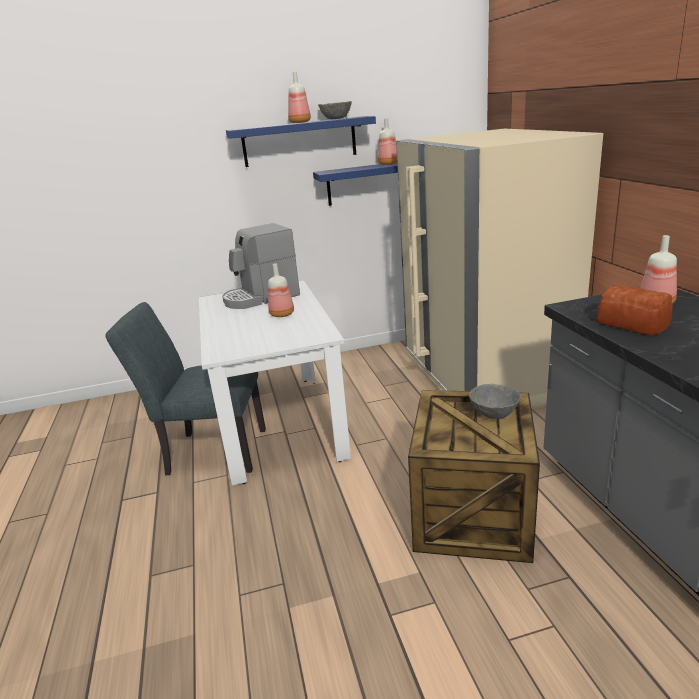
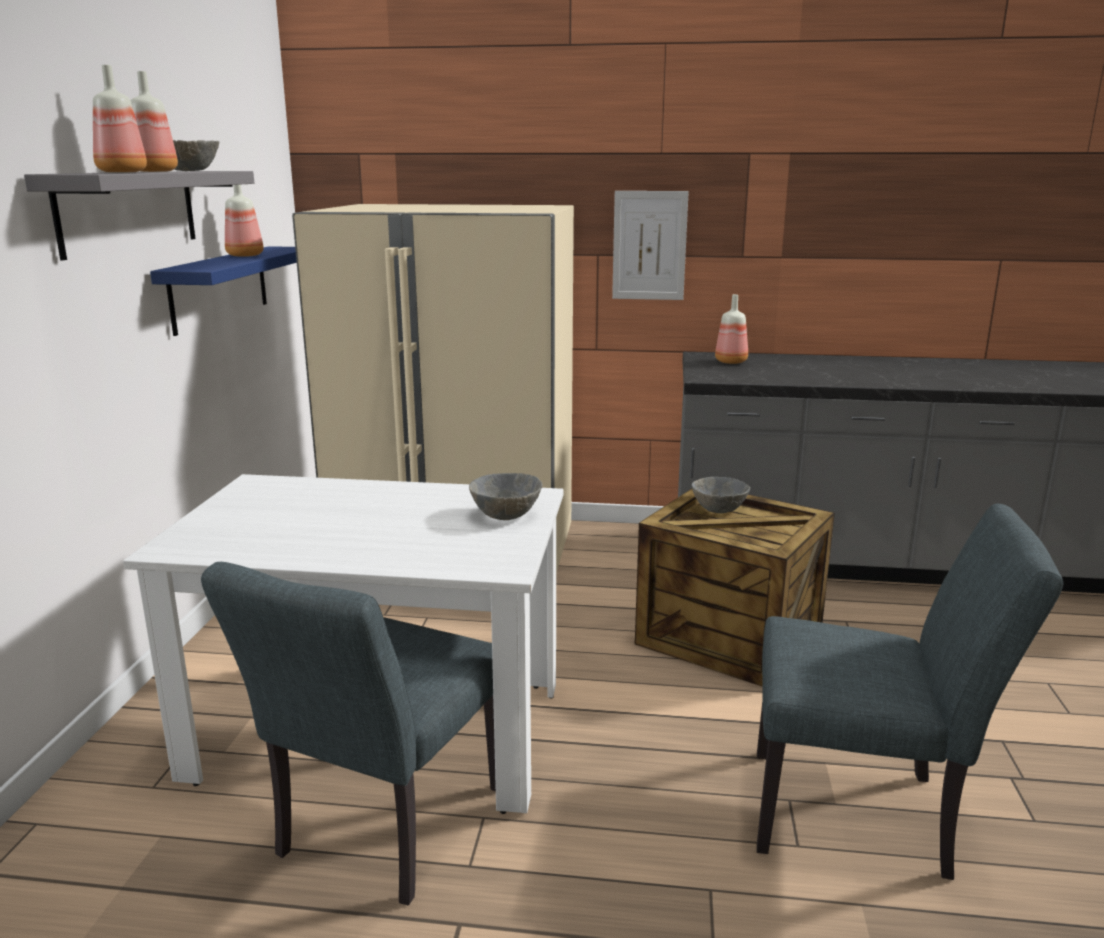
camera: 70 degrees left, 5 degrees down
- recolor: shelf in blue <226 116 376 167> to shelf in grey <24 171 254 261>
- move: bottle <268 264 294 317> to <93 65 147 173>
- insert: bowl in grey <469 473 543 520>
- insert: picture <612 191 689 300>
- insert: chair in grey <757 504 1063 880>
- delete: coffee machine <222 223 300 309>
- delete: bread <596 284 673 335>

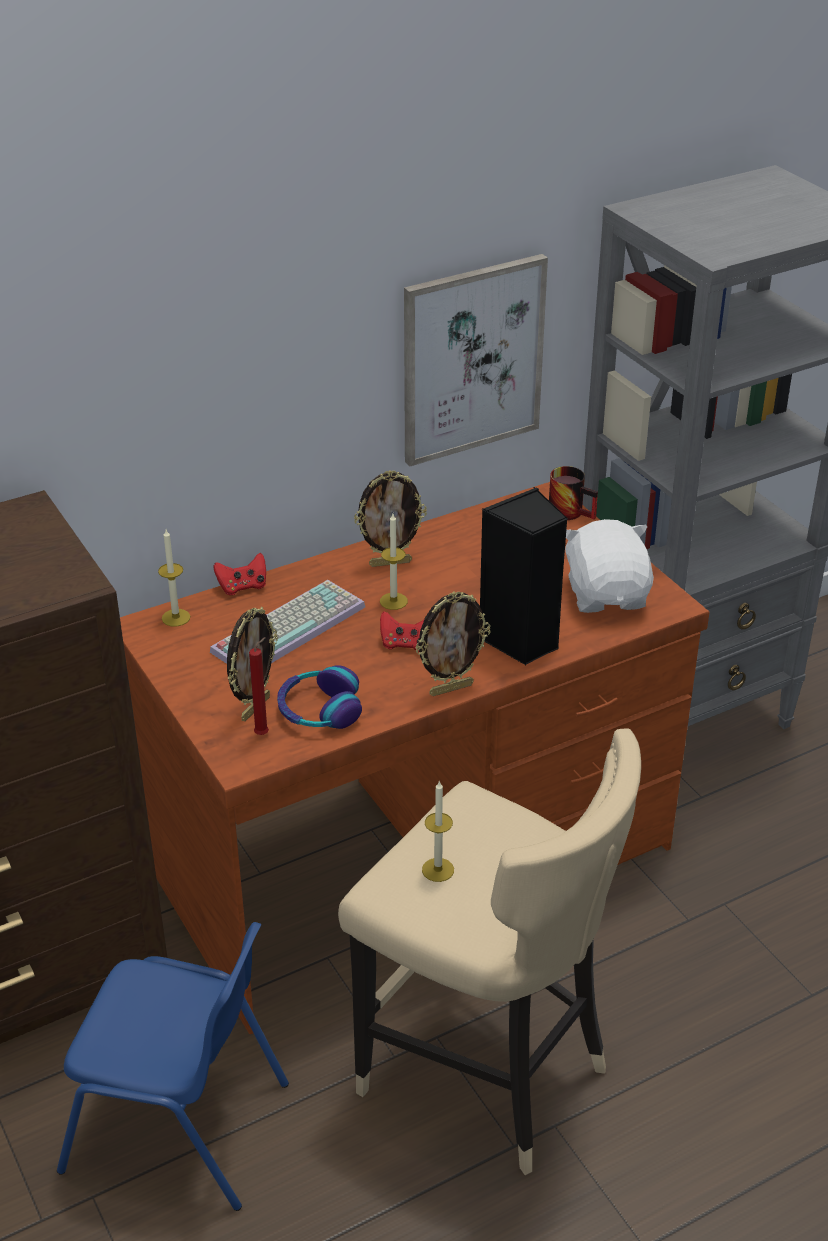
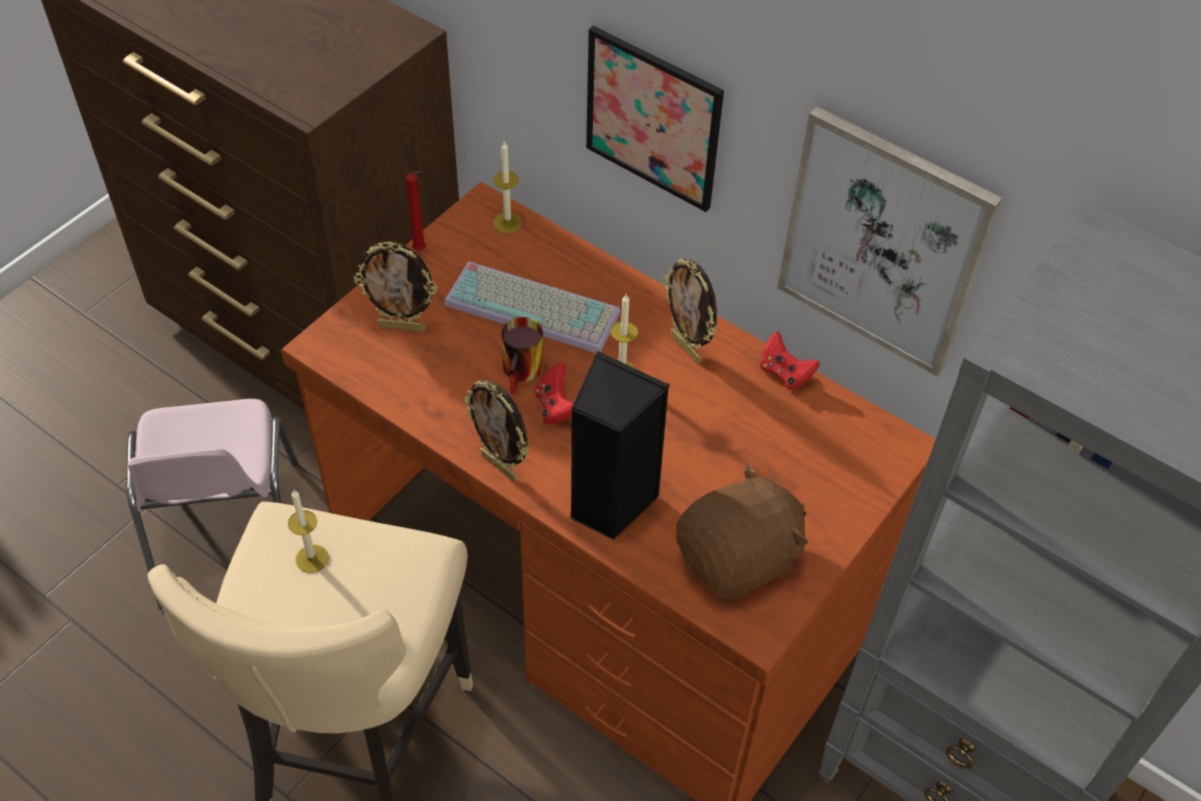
camera: 65 degrees right, 15 degrees up
- recolor: chair in blue <57 922 289 1211> to chair in pink <126 399 298 610>
- move: candle in red <249 637 269 735> to <406 171 426 251>
- move: mug <549 466 598 520> to <501 317 544 394>
- insert: picture <586 25 724 212>
- recolor: plush toy in white <565 519 654 613> to plush toy in brown <676 463 808 601>
- move: game controller in red <213 553 266 595> to <760 332 819 390>
- delete: headphones <277 665 362 729>

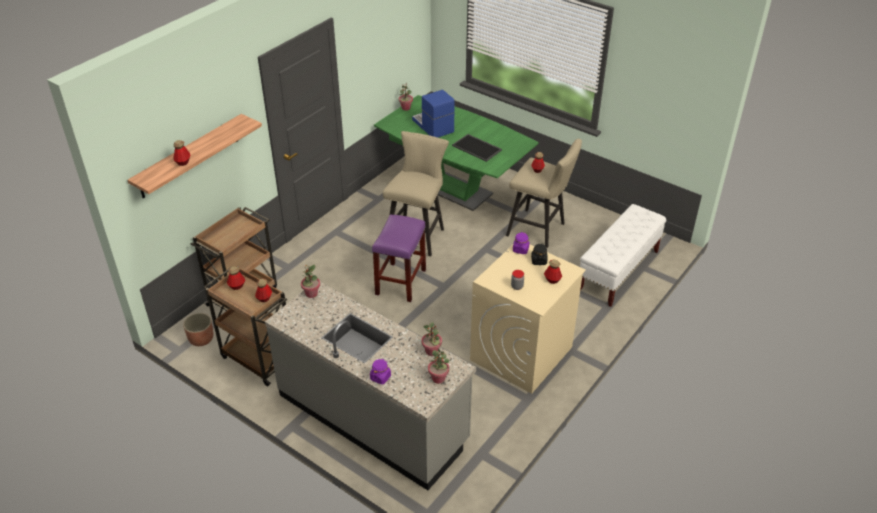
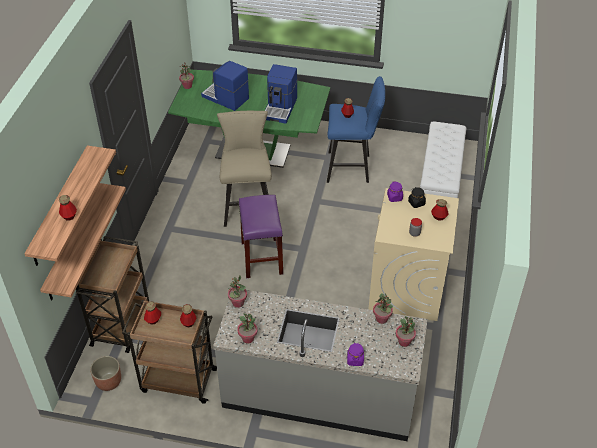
camera: 25 degrees left, 5 degrees up
- insert: shelf <40 183 126 300>
- insert: potted plant <237 313 258 344>
- replace: tray <452 134 502 162> to coffee machine <265 64 298 124>
- recolor: stool in beige <506 139 582 248> to stool in blue <327 76 385 183>

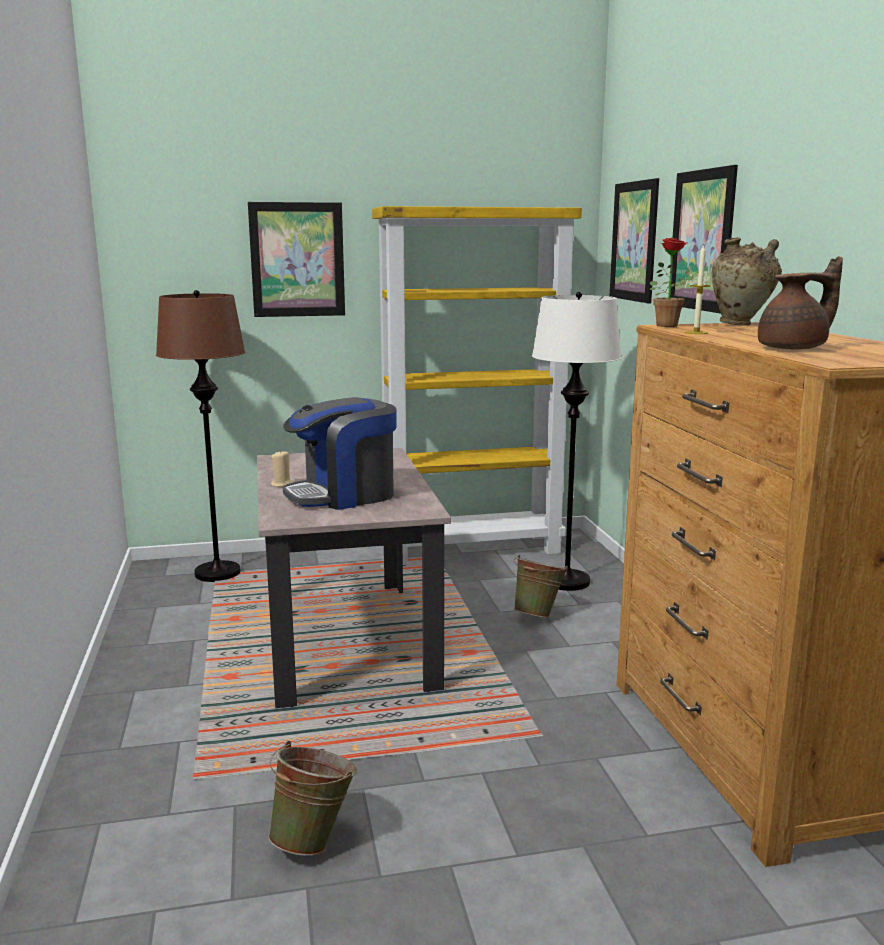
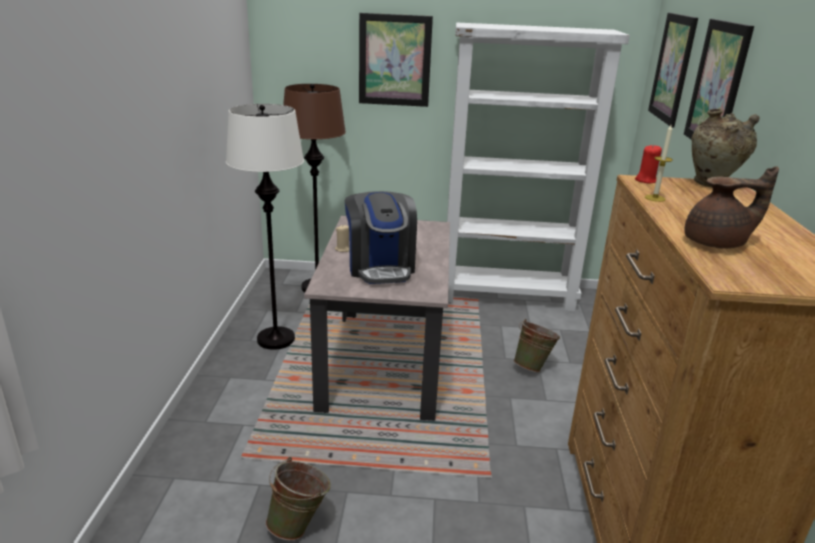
camera: 15 degrees right, 10 degrees up
- move: floor lamp in white <532 292 622 591> to <226 104 304 350>
- rotate: coffee machine <283 397 397 510> = <345 191 417 284> 90 degrees counterclockwise
- recolor: bookcase in yellow <372 206 582 565> to bookcase in white <447 23 630 311>
- replace: potted plant <649 238 707 327> to candle in red <635 144 662 183>

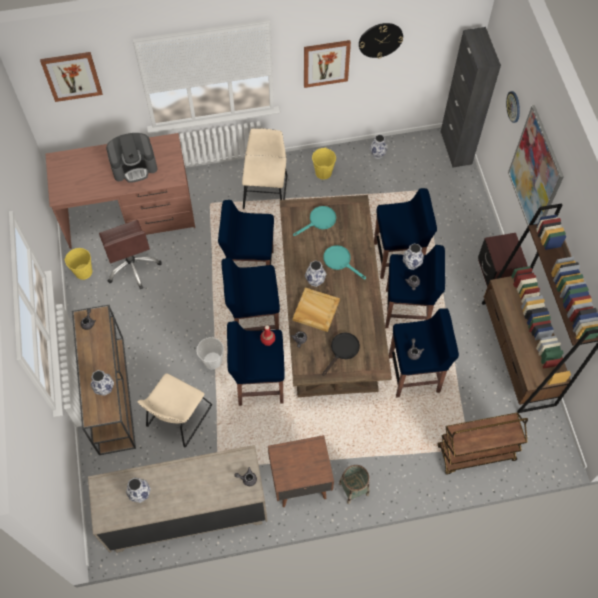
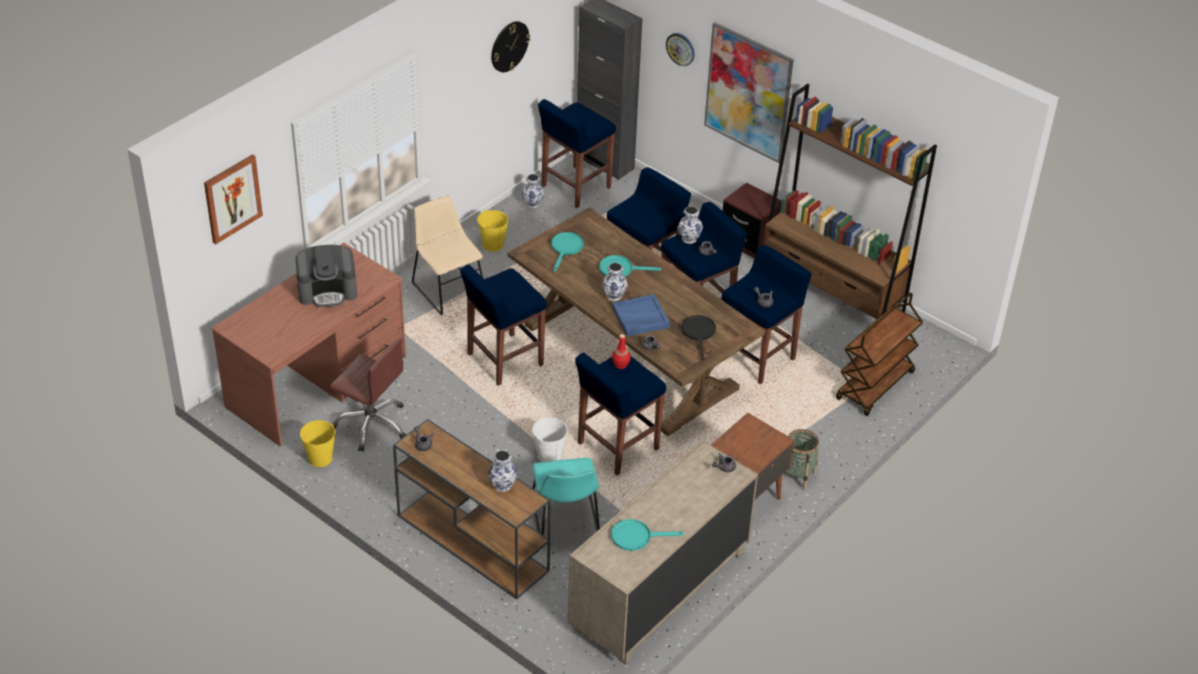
camera: 40 degrees left, 20 degrees down
- rotate: coffee machine <106 133 157 183> = <296 244 357 307> 45 degrees clockwise
- recolor: chair in beige <137 373 212 447> to chair in turquoise <532 458 600 535>
- move: stool in blue <222 258 280 331> to <538 99 616 208>
- replace: vase <126 477 151 503> to frying pan in turquoise <611 519 684 551>
- recolor: tray in beige <293 287 340 332> to tray in blue <612 294 670 336>
- delete: picture <304 40 351 88>

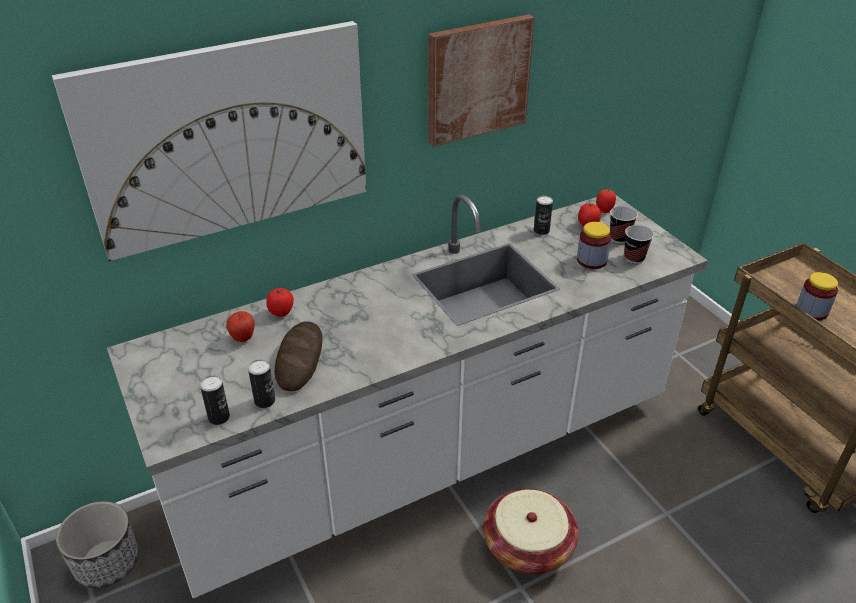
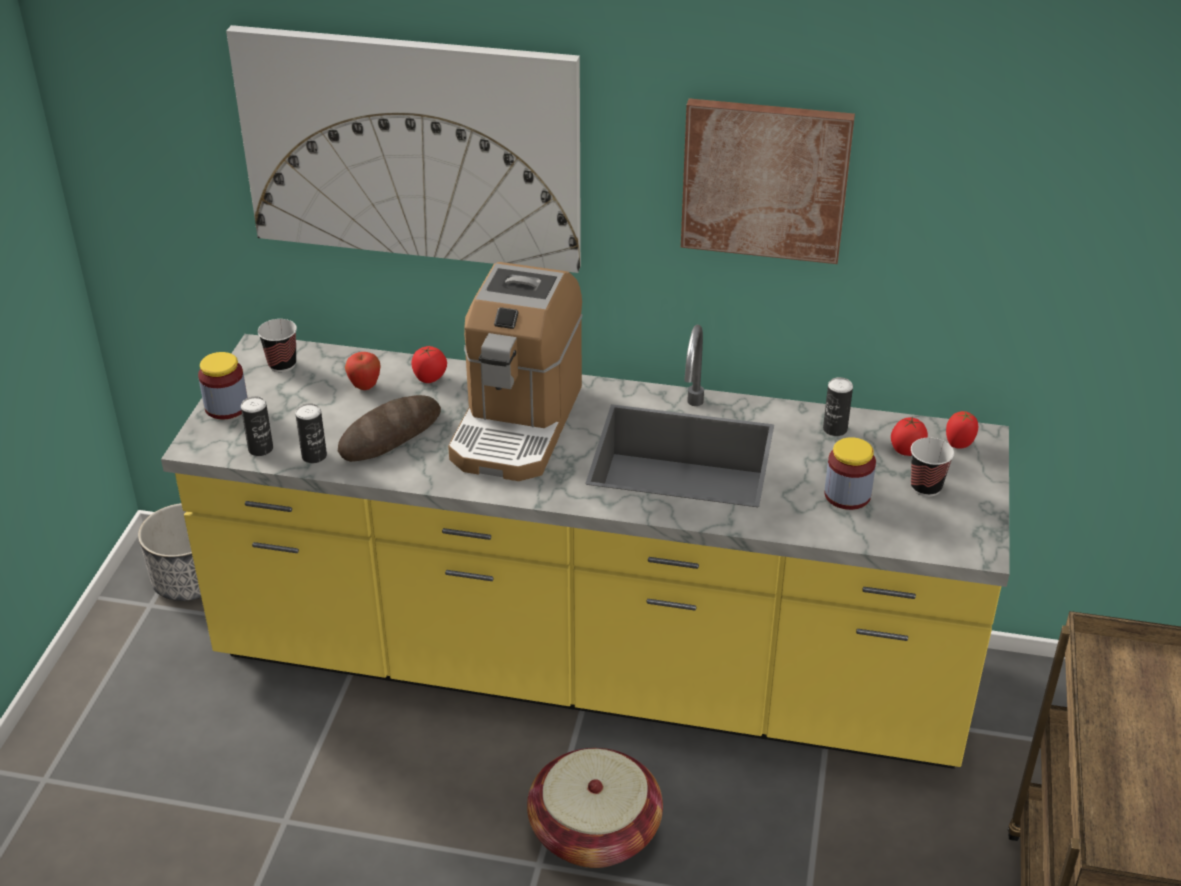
camera: 40 degrees right, 0 degrees up
- recolor: counter in white <107 194 708 598> to counter in yellow <161 325 1010 769>
- move: jar <796 272 838 320> to <198 352 248 419>
- move: cup <624 225 654 264> to <258 319 297 372>
- insert: coffee machine <448 262 583 481>

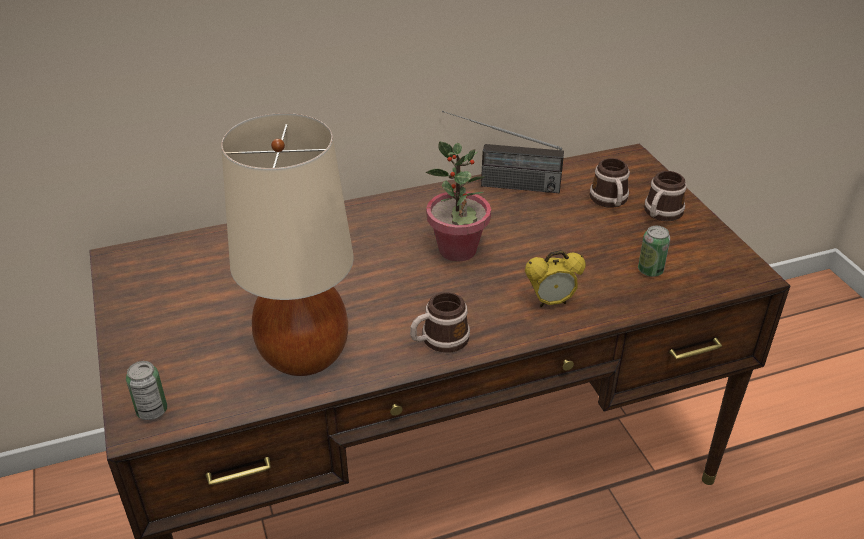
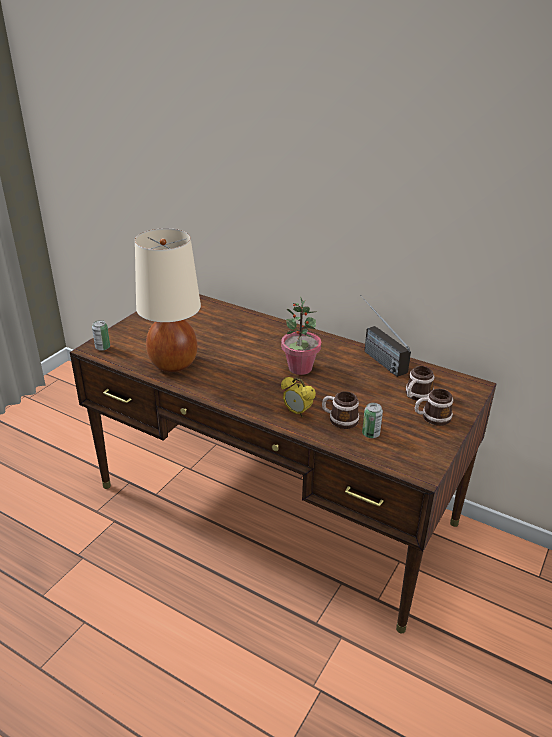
camera: 50 degrees right, 5 degrees down
- move: mug <410 292 470 353> to <322 391 359 429>

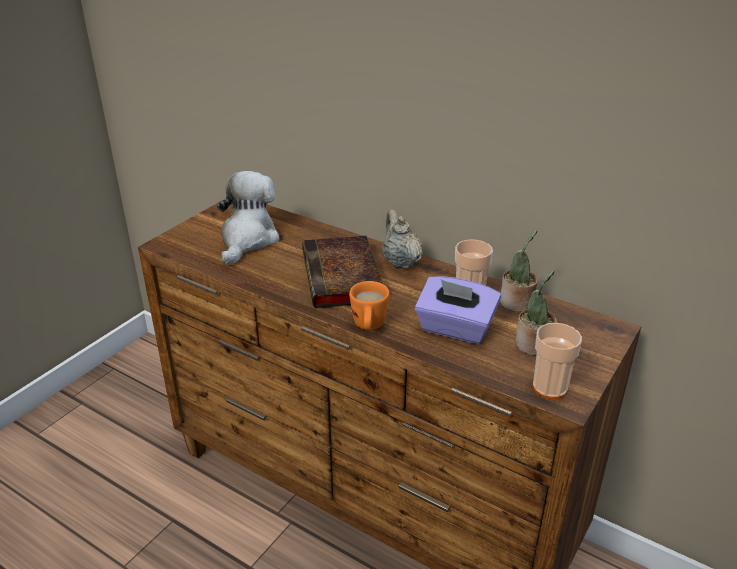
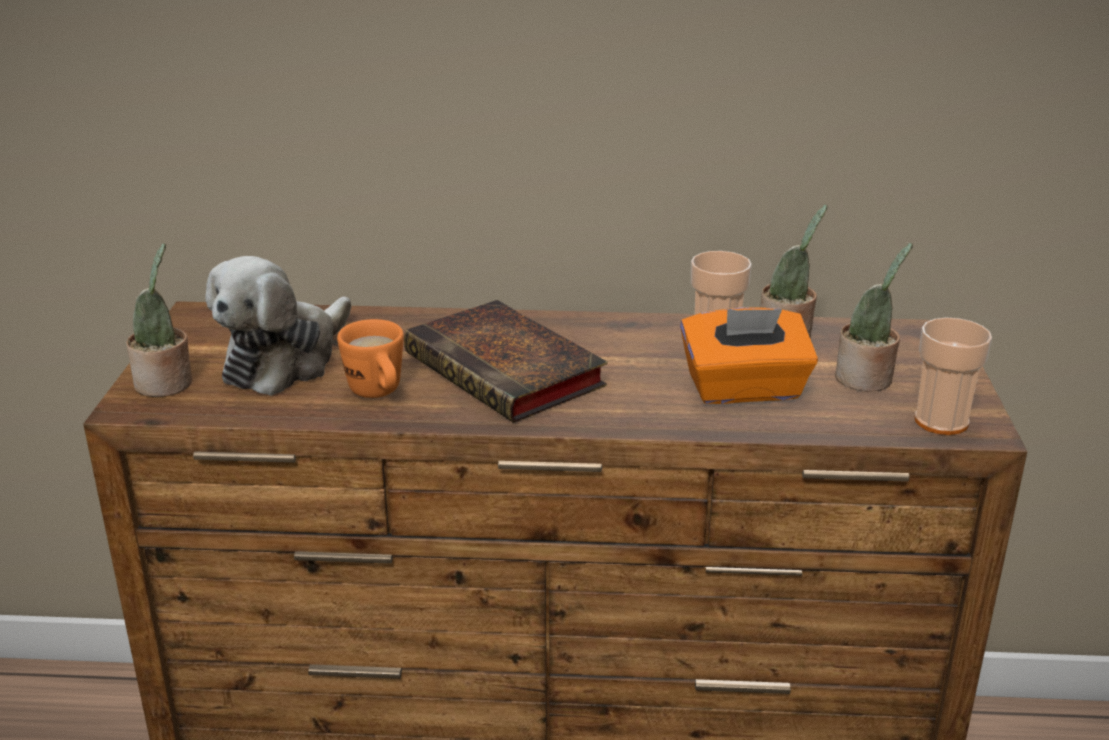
camera: 30 degrees left, 5 degrees down
- insert: potted plant <126 243 192 397>
- rotate: plush toy <217 171 280 265> = <206 256 351 396> 135 degrees counterclockwise
- move: mug in orange <349 281 390 330> to <337 319 404 398>
- recolor: tissue box in purple <415 276 501 344> to tissue box in orange <680 308 818 404>
- delete: teapot in beige <382 209 423 268>

